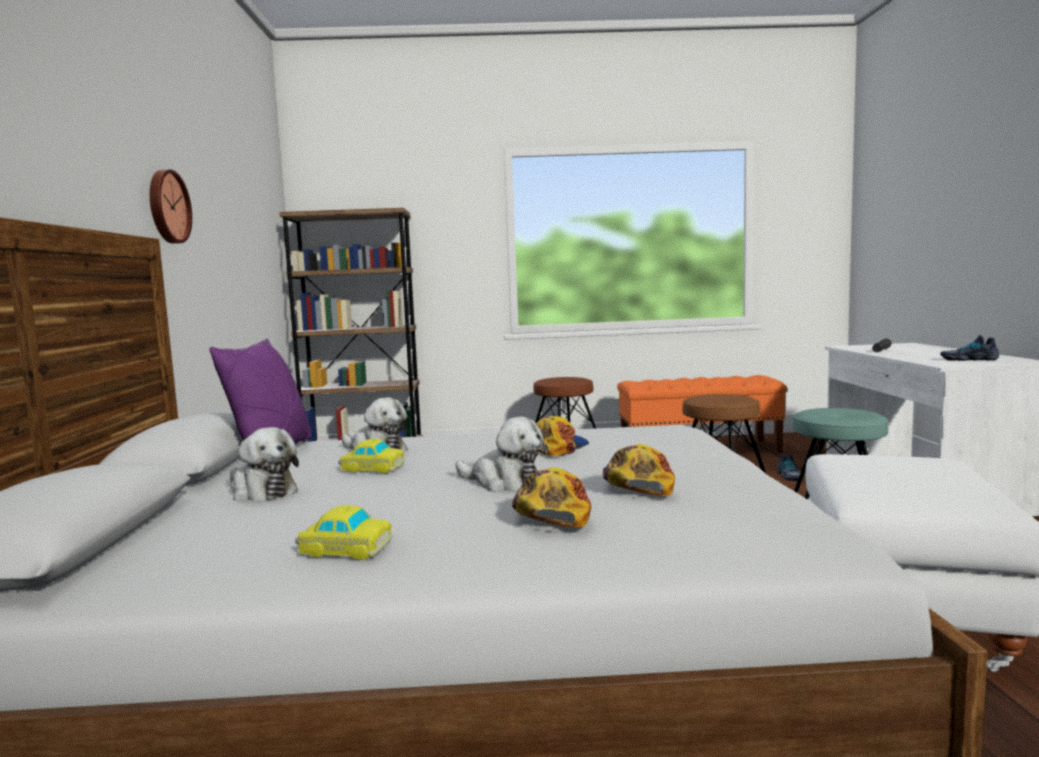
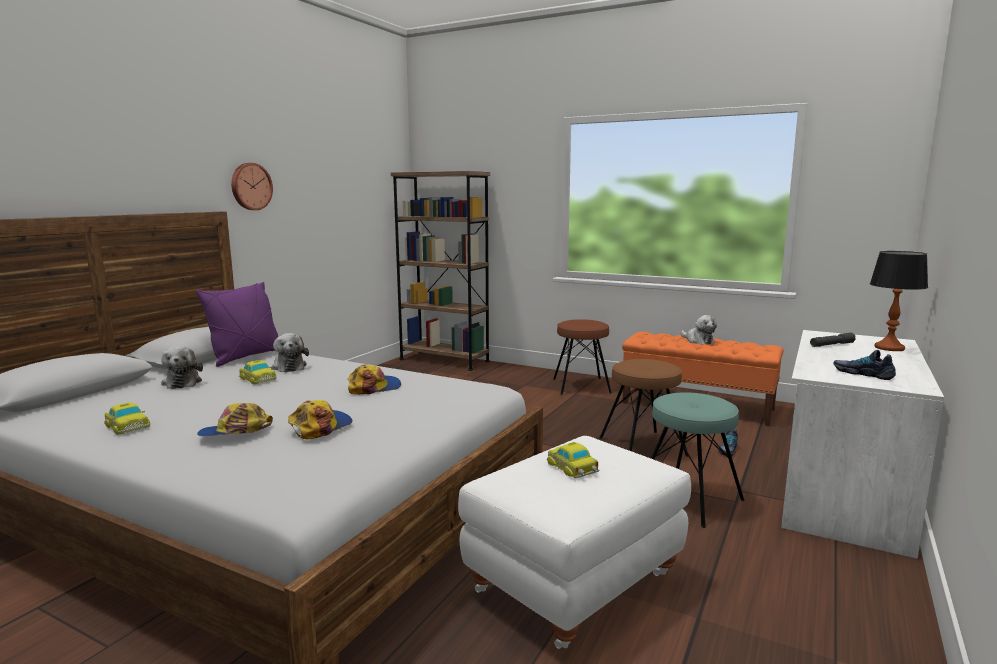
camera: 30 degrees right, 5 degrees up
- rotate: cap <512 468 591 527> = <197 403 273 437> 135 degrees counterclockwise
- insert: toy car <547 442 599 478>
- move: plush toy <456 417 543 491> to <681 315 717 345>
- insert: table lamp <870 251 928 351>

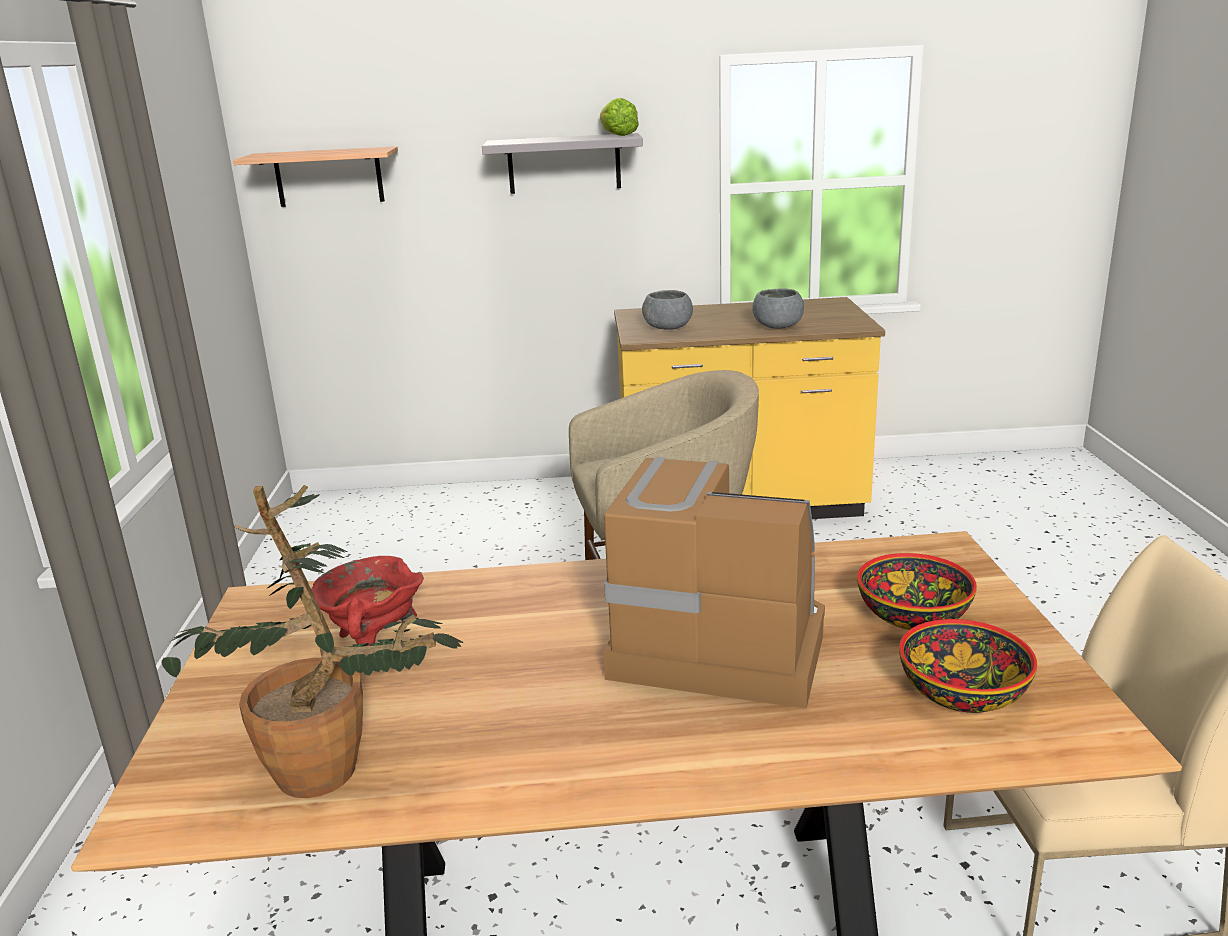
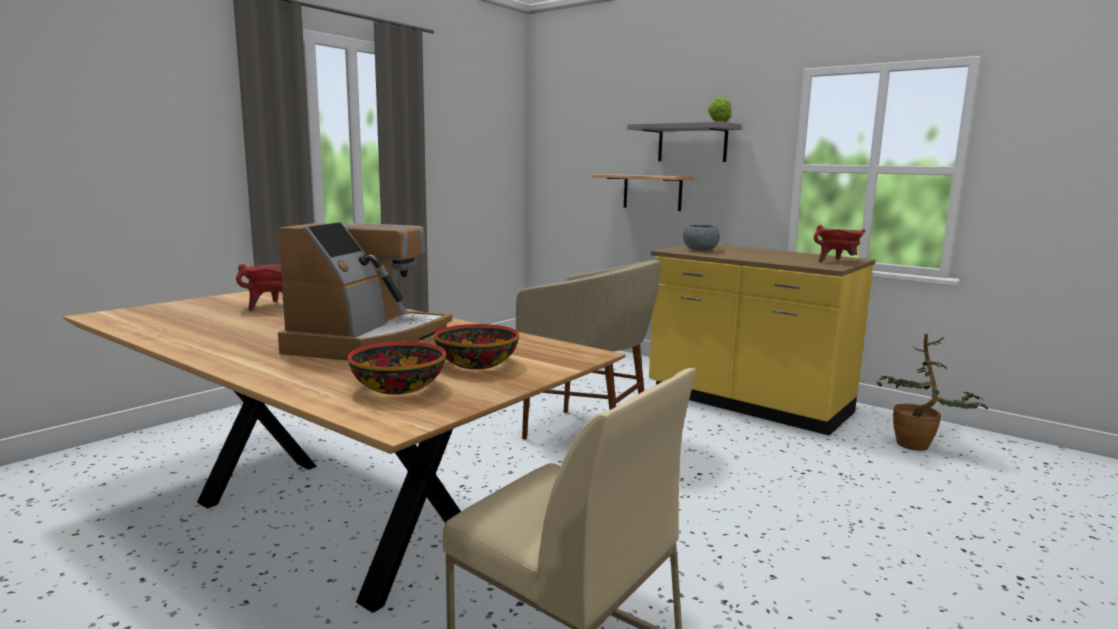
camera: 40 degrees right, 10 degrees down
- rotate: coffee machine <603 457 825 709> = <278 222 452 361> 45 degrees clockwise
- move: shelf <233 146 398 207> to <592 174 694 211>
- insert: cooking pot in red <814 225 866 262>
- move: potted plant <162 485 464 798> to <876 333 989 451>
- delete: bowl in grey <752 288 804 329>

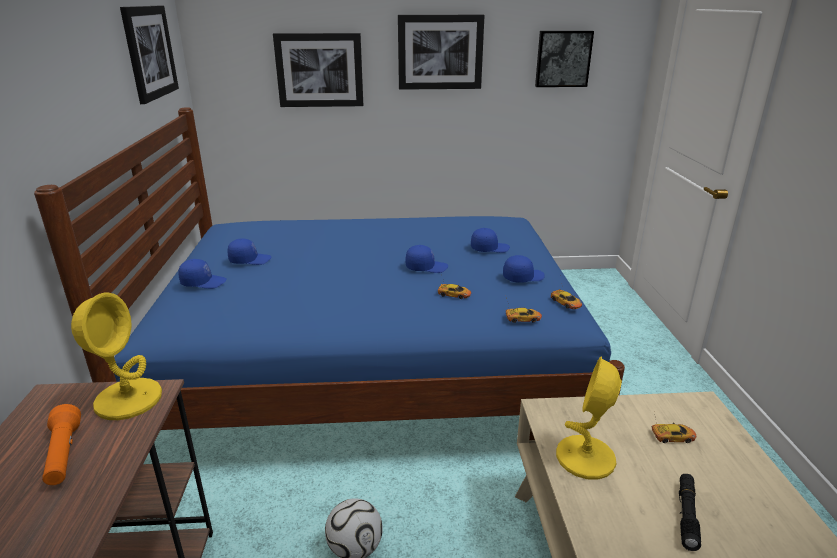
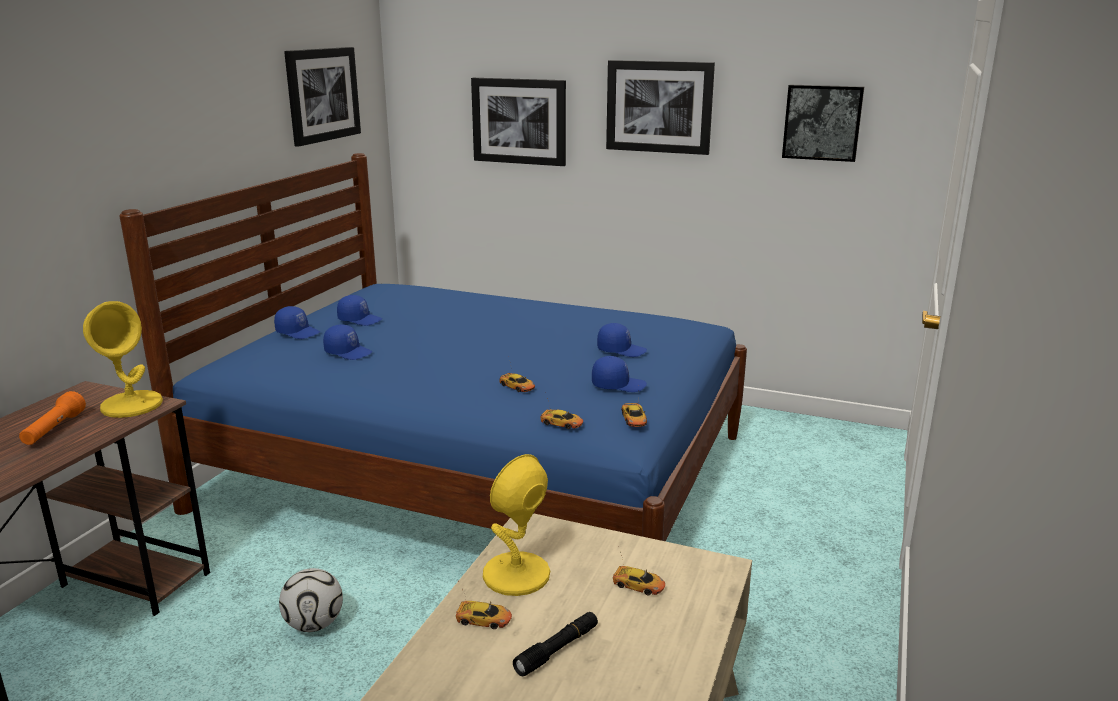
camera: 25 degrees right, 5 degrees down
- move: cap in blue <405 245 448 273> to <323 324 372 360>
- insert: toy car <456 581 512 629>

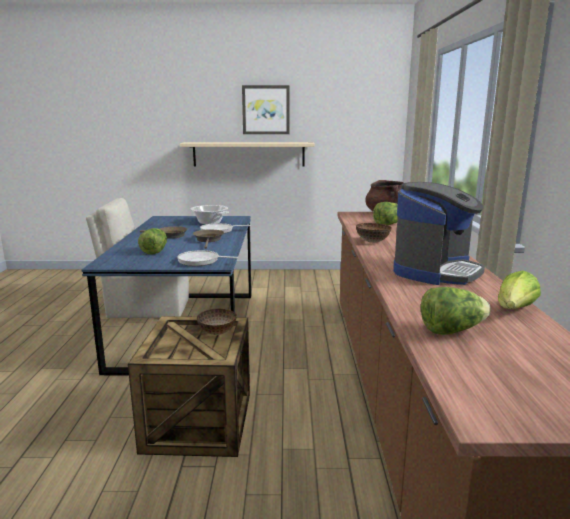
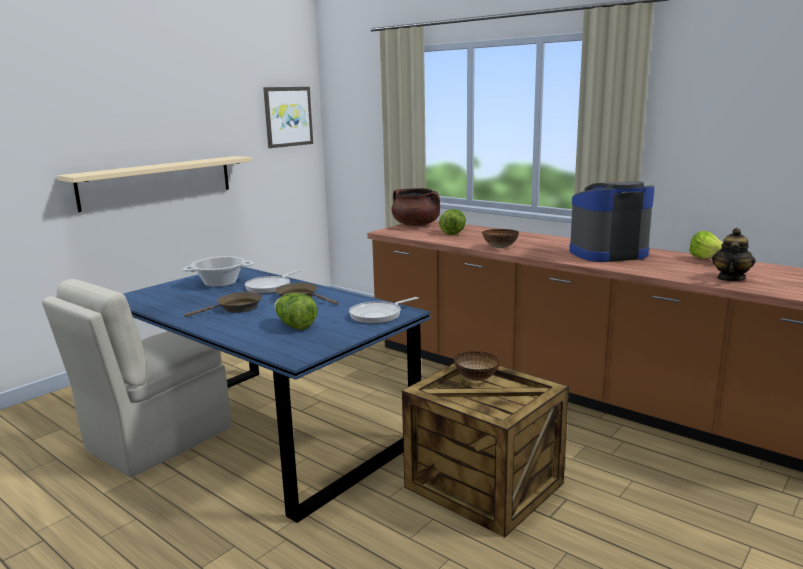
camera: 50 degrees left, 0 degrees up
- move: picture <242 85 290 134> to <263 87 313 148>
- rotate: coffee machine <393 182 485 285> = <569 181 655 262> 90 degrees counterclockwise
- replace: lettuce <421 287 491 335> to teapot <712 228 756 281>

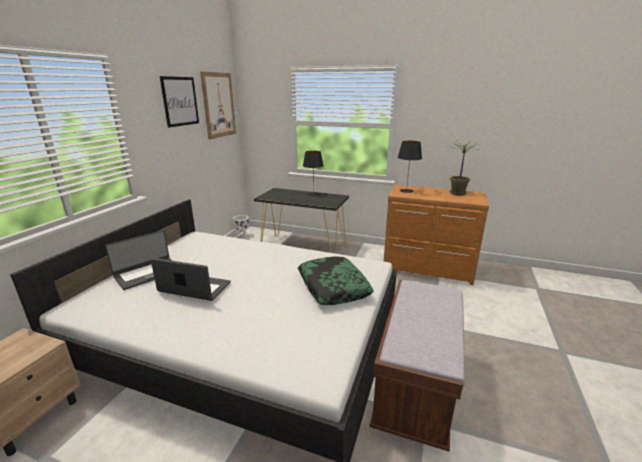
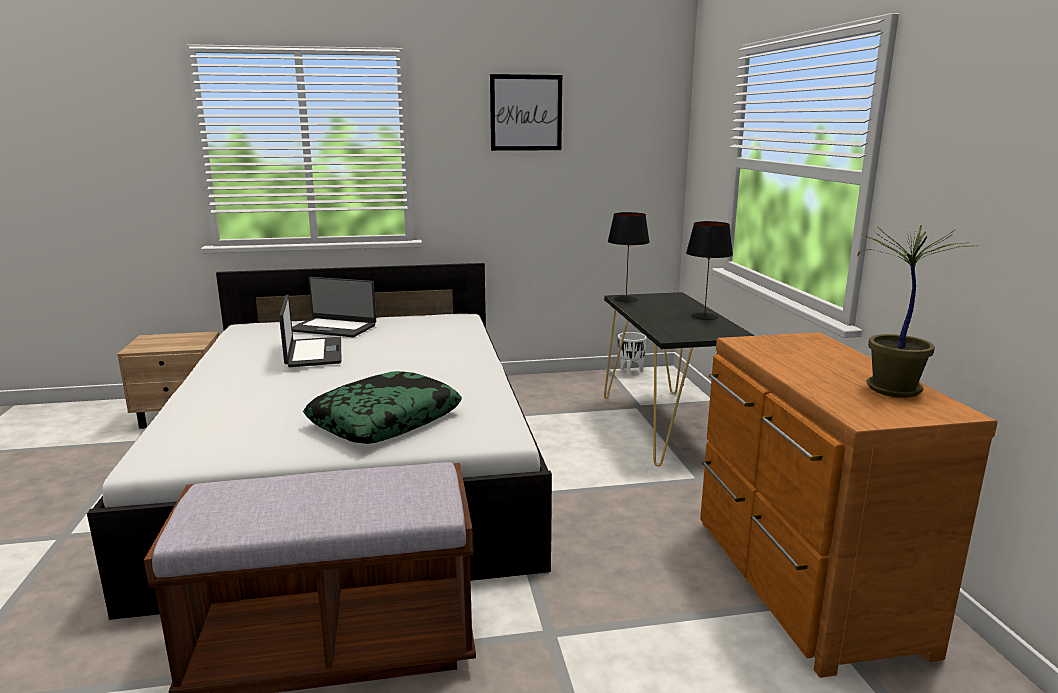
camera: 60 degrees right, 5 degrees down
- move: table lamp in black <398 141 422 193> to <608 212 650 302>
- delete: picture <200 72 236 139>

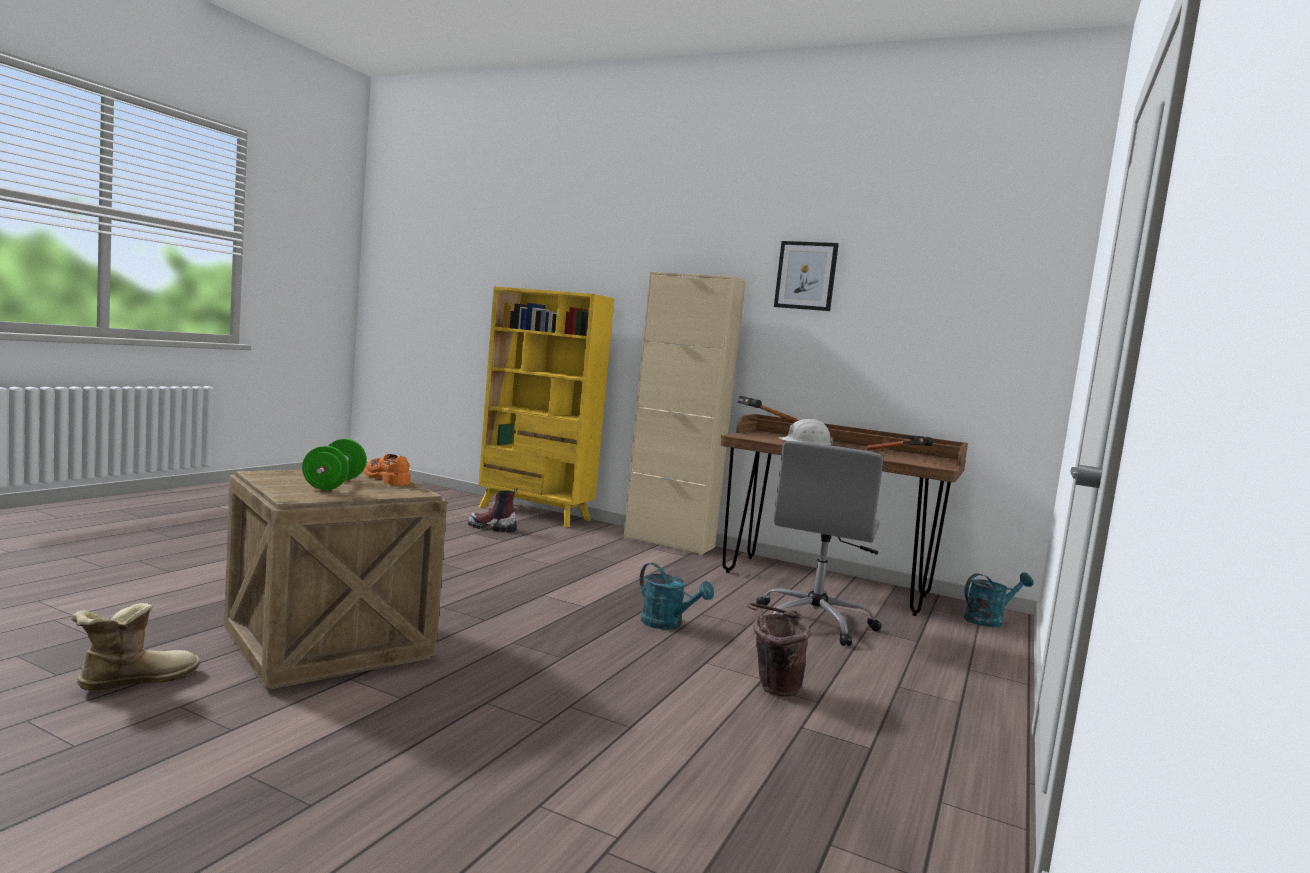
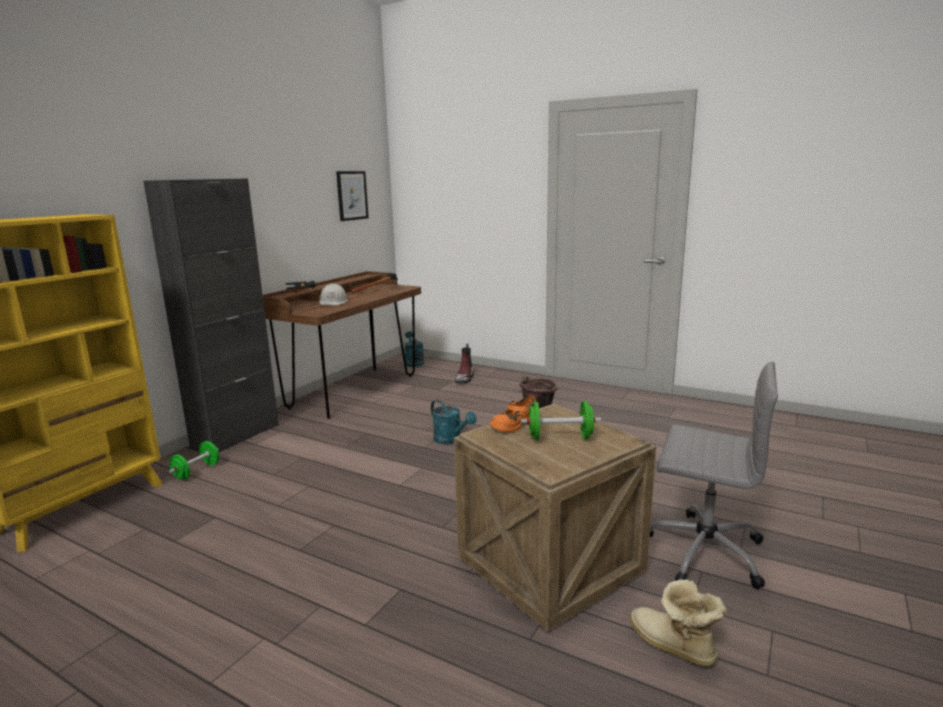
camera: 85 degrees left, 10 degrees up
- recolor: cabinet in beige <624 271 745 555> to cabinet in black <143 178 279 452>
- insert: dumbbell in green <169 441 219 480>
- move: picture <774 241 839 311> to <336 171 369 221>
- rotate: watering can in turquoise <640 563 714 630> = <431 399 477 444> 90 degrees clockwise
- move: boot <468 488 518 533> to <455 344 474 383>
- move: office chair in grey <756 441 883 646> to <650 362 778 589>

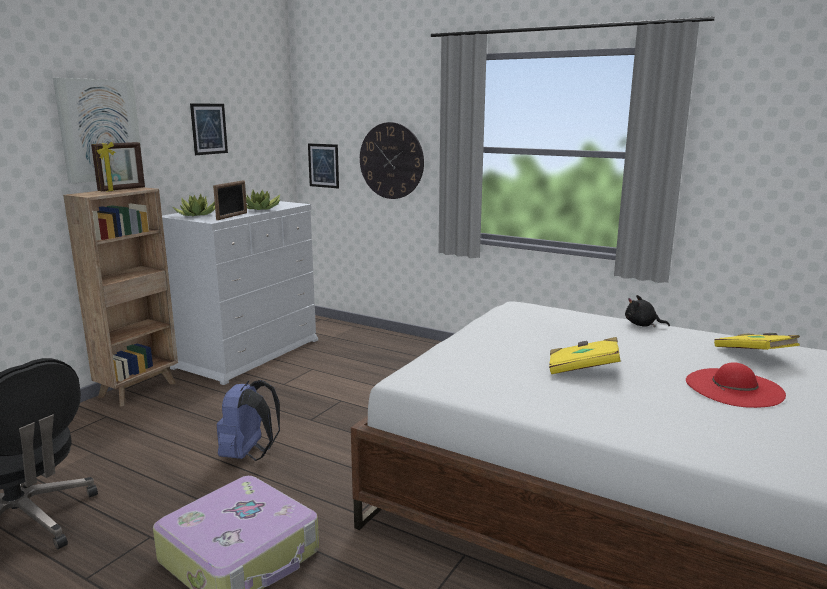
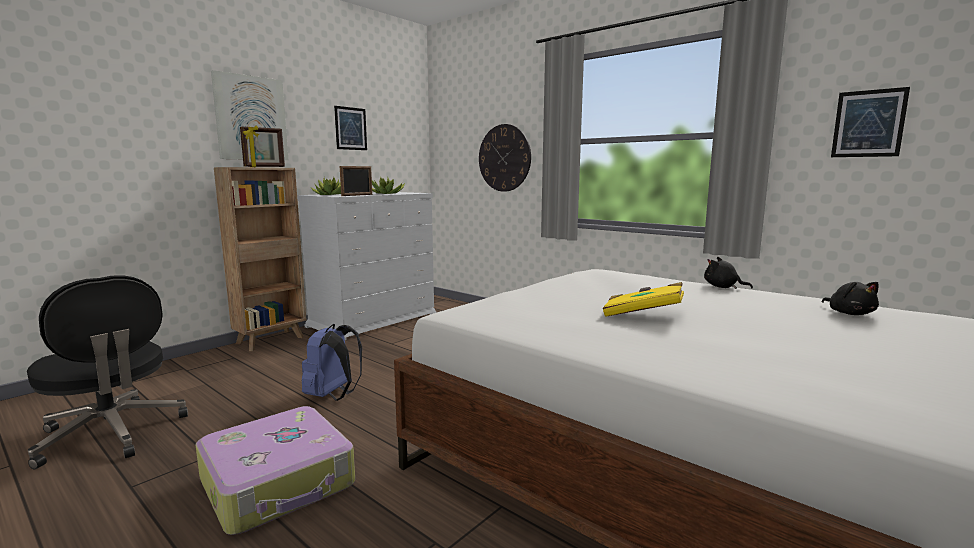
camera: 10 degrees right, 5 degrees down
- replace: book in yellow <714 333 800 350> to plush toy in black <822 282 879 315>
- move: picture <308 143 339 188> to <831 87 910 157>
- delete: hat in red <686 362 786 408>

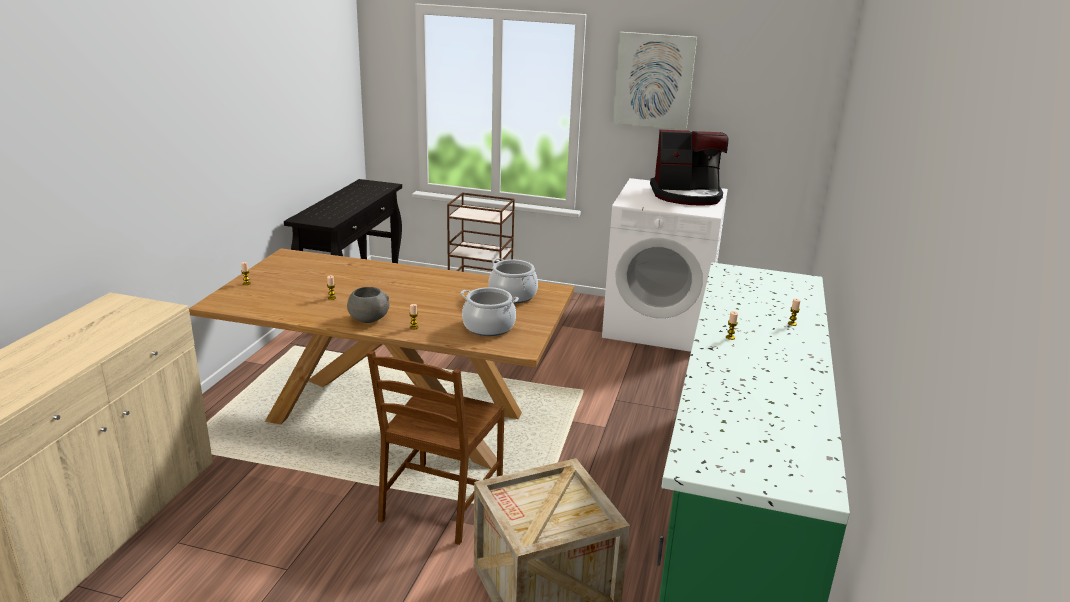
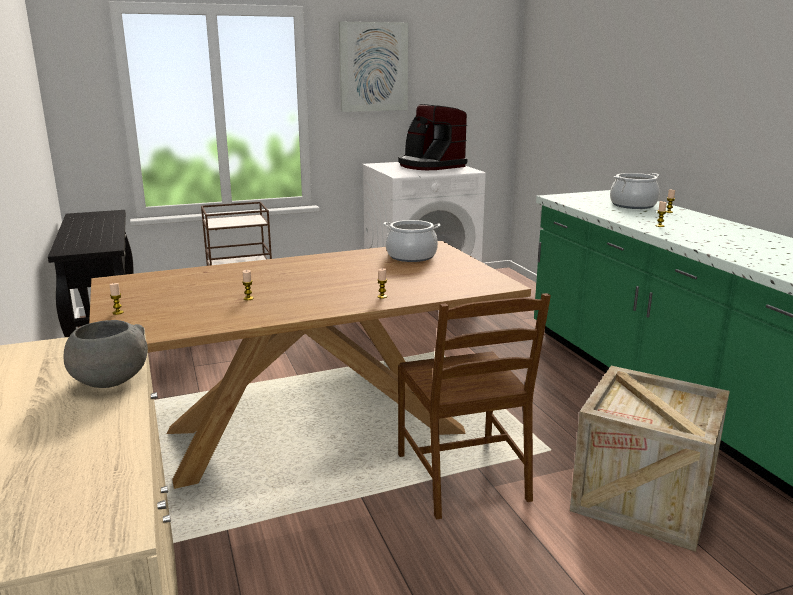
camera: 35 degrees left, 5 degrees down
- move: bowl in grey <347 287 389 323> to <63 320 148 388>
- rotate: coffee machine <650 130 728 205> = <398 104 467 170> 90 degrees clockwise
- move: cooking pot <460 287 519 336> to <610 173 660 209>

